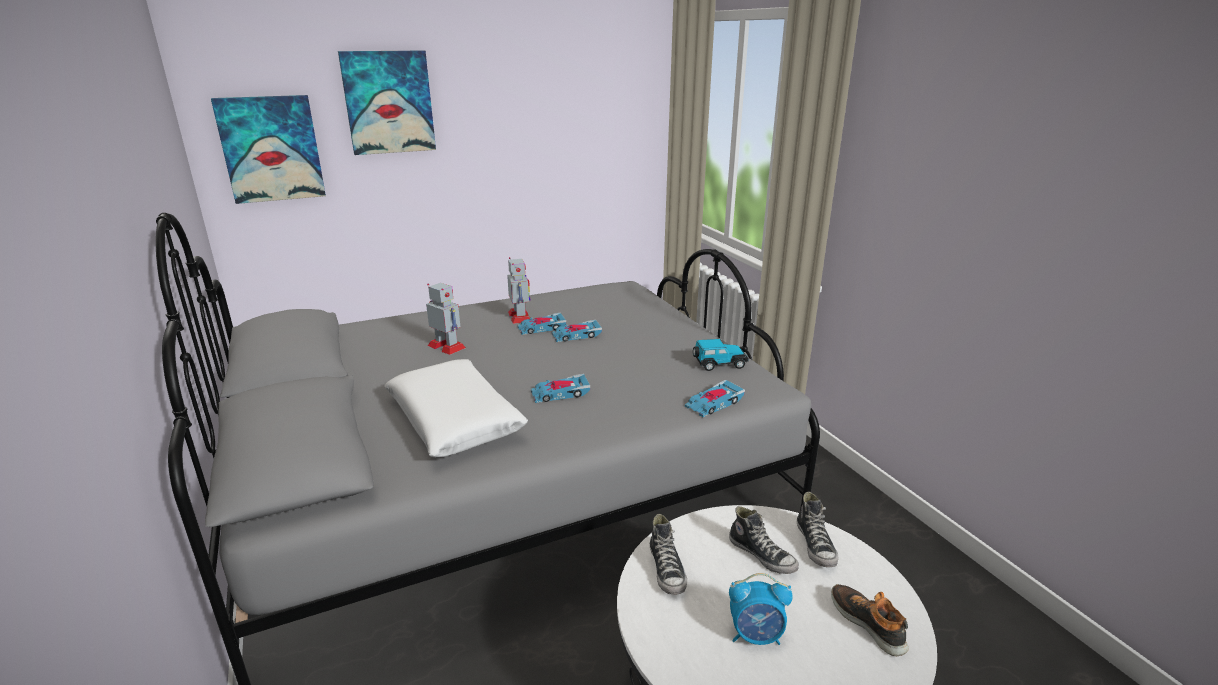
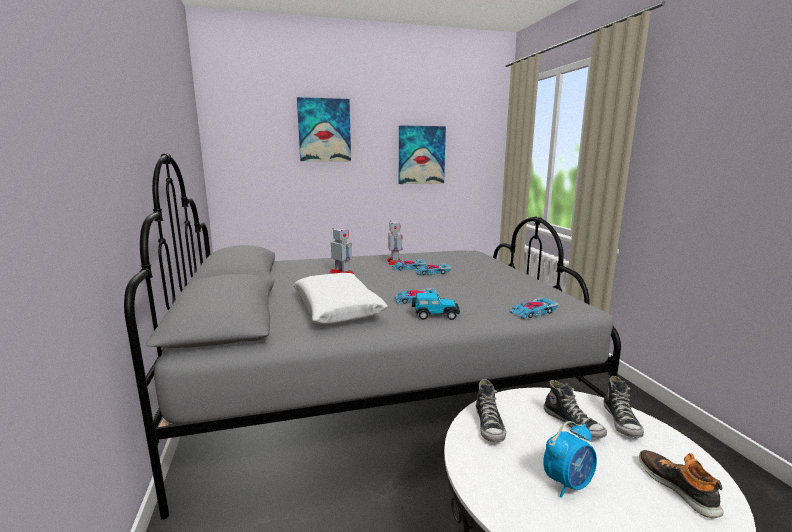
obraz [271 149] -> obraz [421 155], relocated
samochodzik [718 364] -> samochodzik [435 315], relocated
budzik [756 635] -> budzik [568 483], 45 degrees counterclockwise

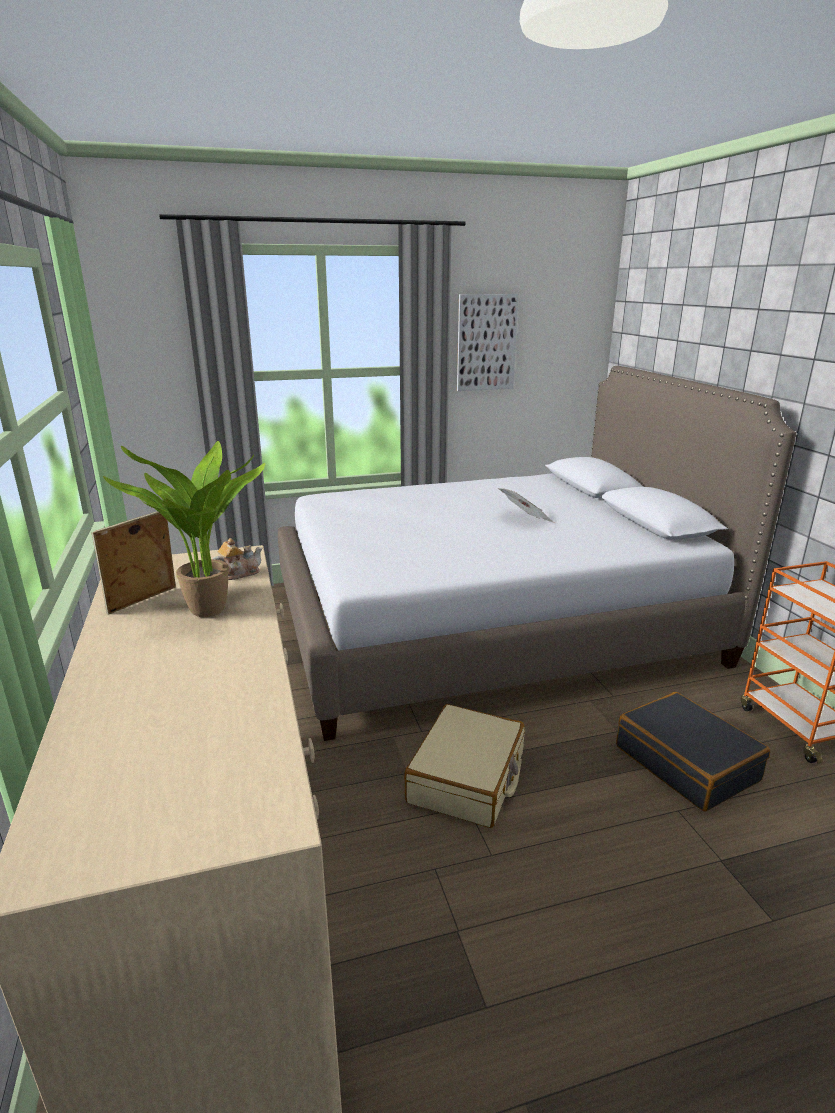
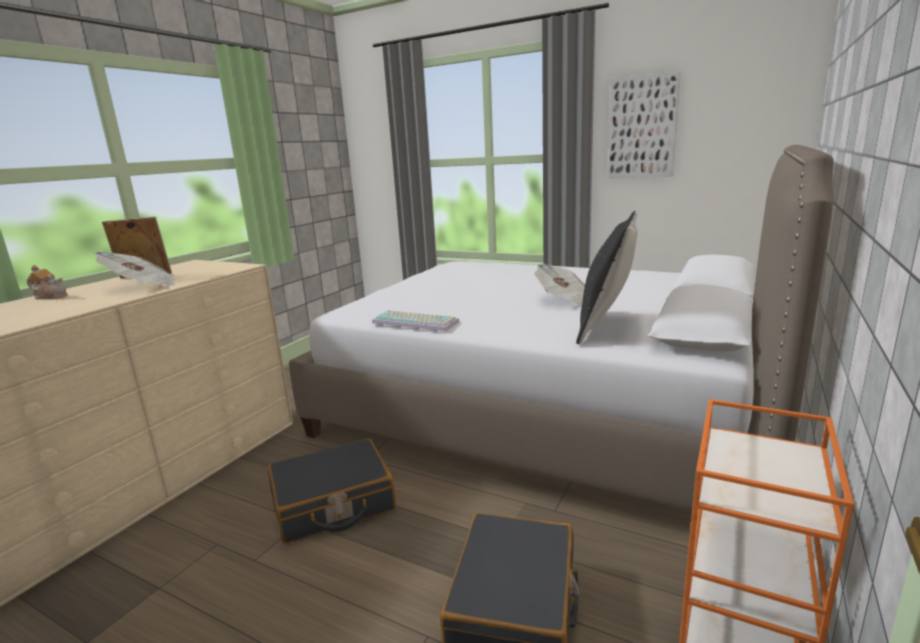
roślina doniczkowa [211 613] -> gazeta [142 286]
imbryk [239 573] -> imbryk [51 296], relocated
walizka (beżowy) [467 778] -> walizka (czarny) [333 504]
none -> poduszka (czarny) [606 326]
none -> klawiatura [417 322]

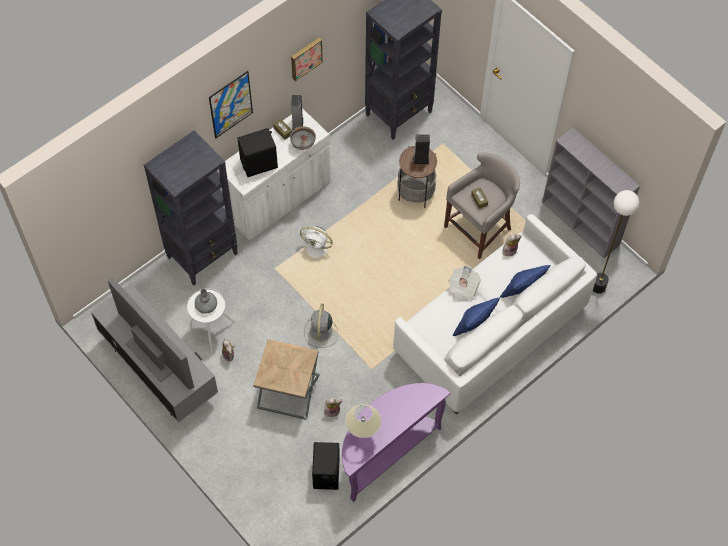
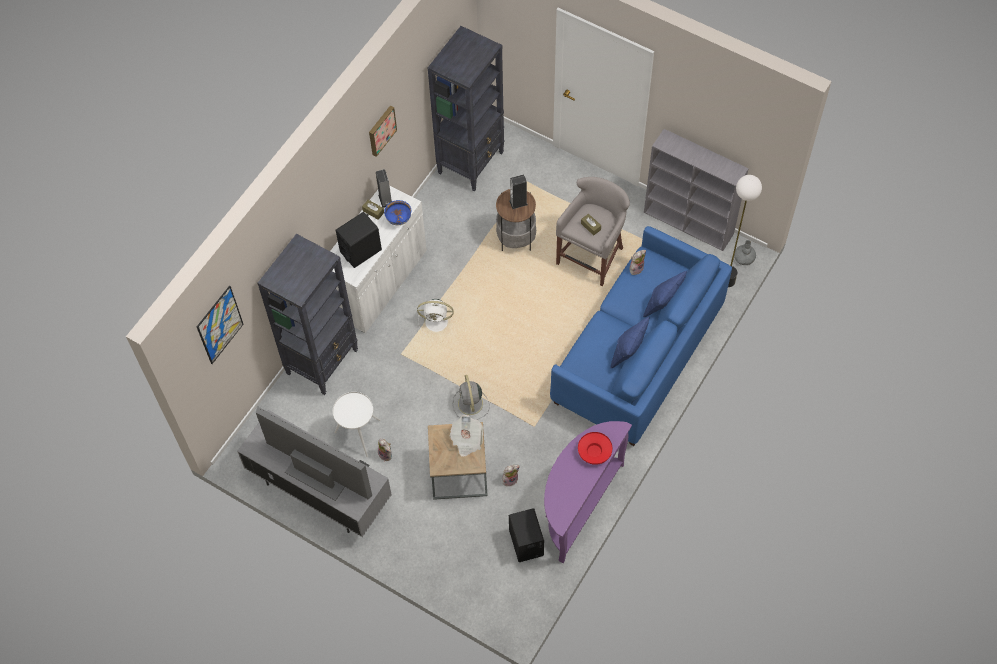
obraz [231 104] -> obraz [220 325], relocated
miska (szary) [303 145] -> miska (niebieski) [398 220]
kanapa (biały) [490 331] -> kanapa (niebieski) [638 355]
gazeta [463 289] -> gazeta [466 440], relocated
wazon (szary) [206 305] -> wazon (szary) [744 258], relocated
lampa stołowa (beżowy) [363 435] -> none
none -> miska (czerwony) [594 452]

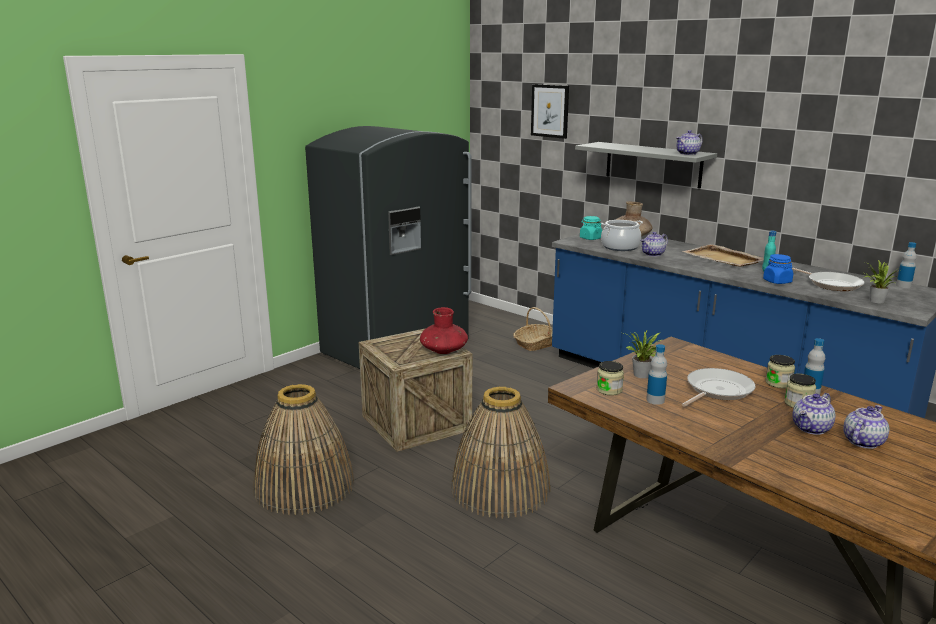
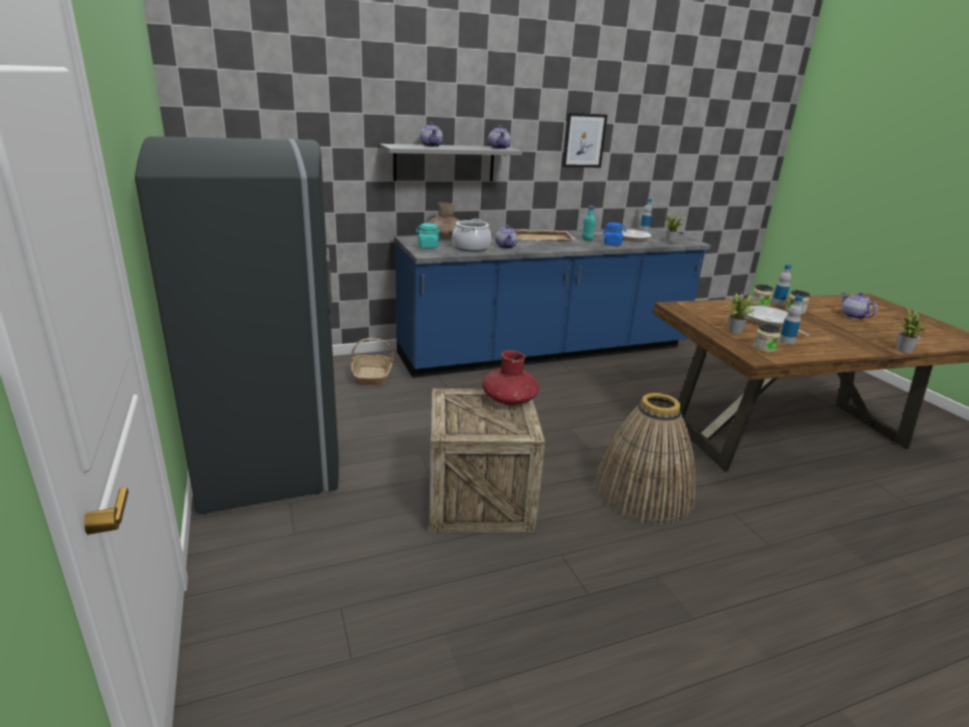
obraz [550 111] -> obraz [583 140], relocated
koszyk [304 486] -> none
imbryk [811 428] -> imbryk [431 146], relocated
none -> roślina doniczkowa [901 349]

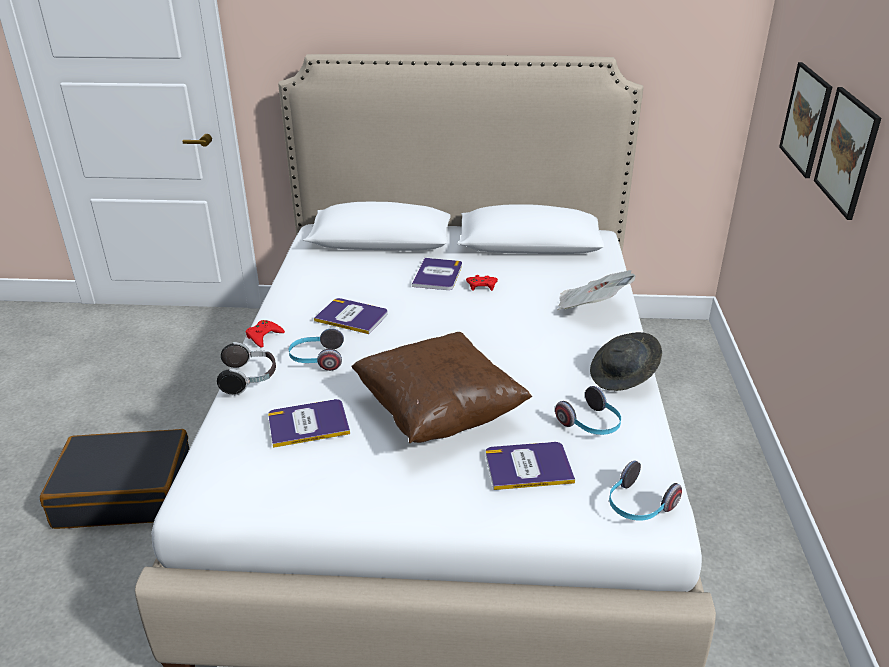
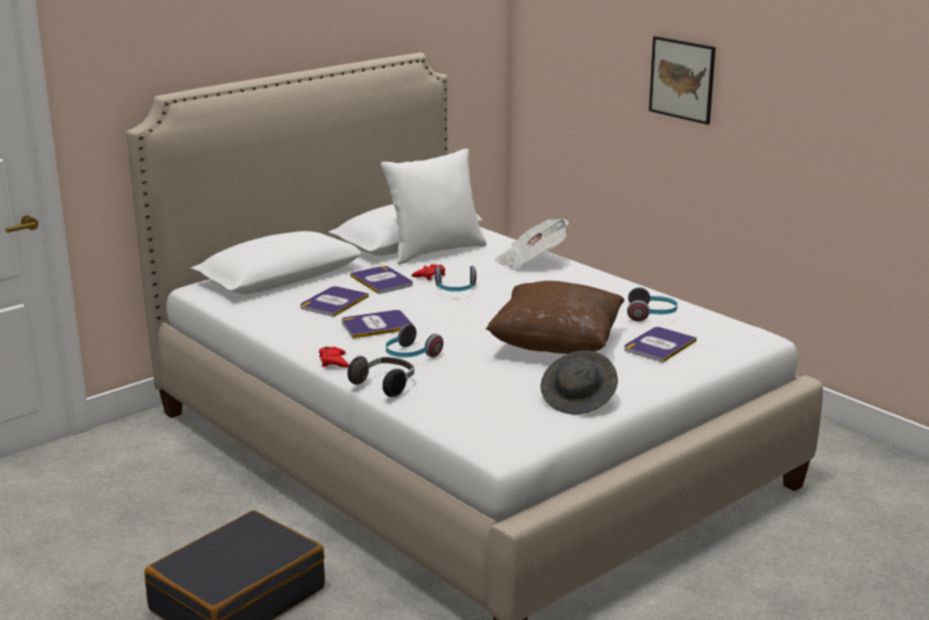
obraz [806 119] -> none
kapelusz (szary) [623 376] -> kapelusz (szary) [579 399], relocated
książka [308 424] -> książka [334 302], relocated
słuchawki [638 506] -> słuchawki [455 290], relocated
none -> poduszka (biały) [435 251]

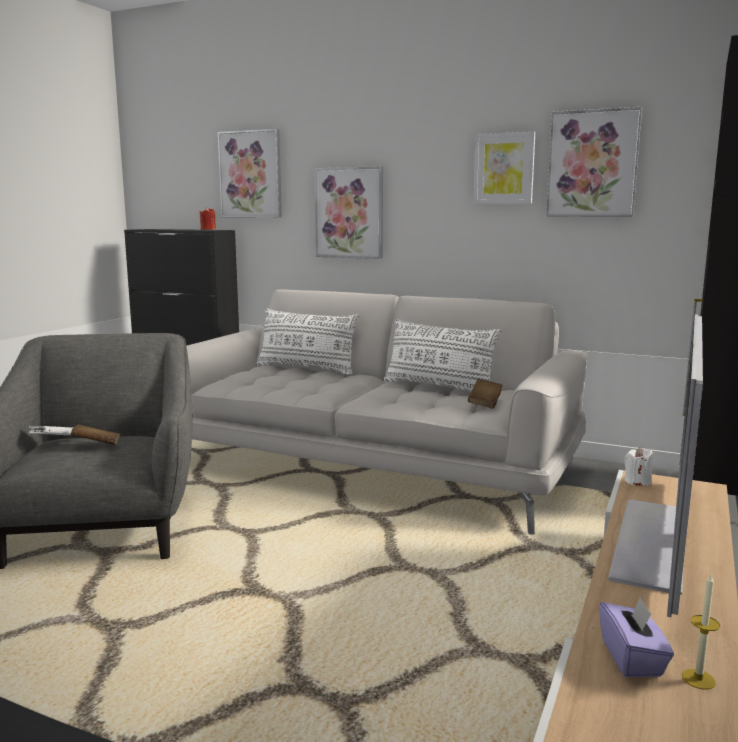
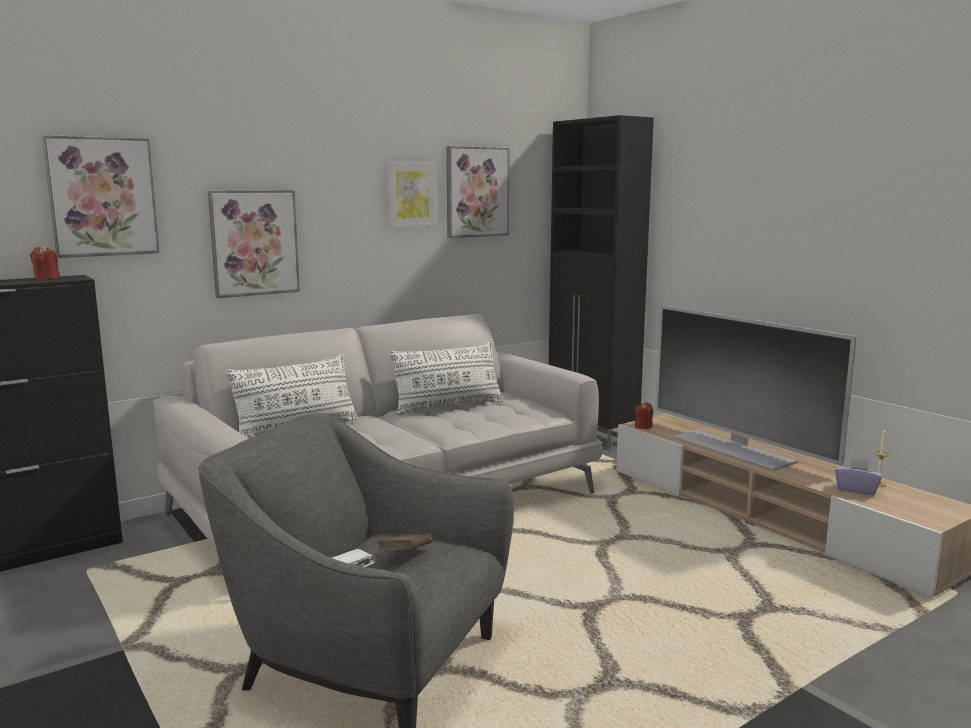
książka (brązowy) [485 403] -> none
świeca (biały) [637 481] -> świeca (czerwony) [643 427]

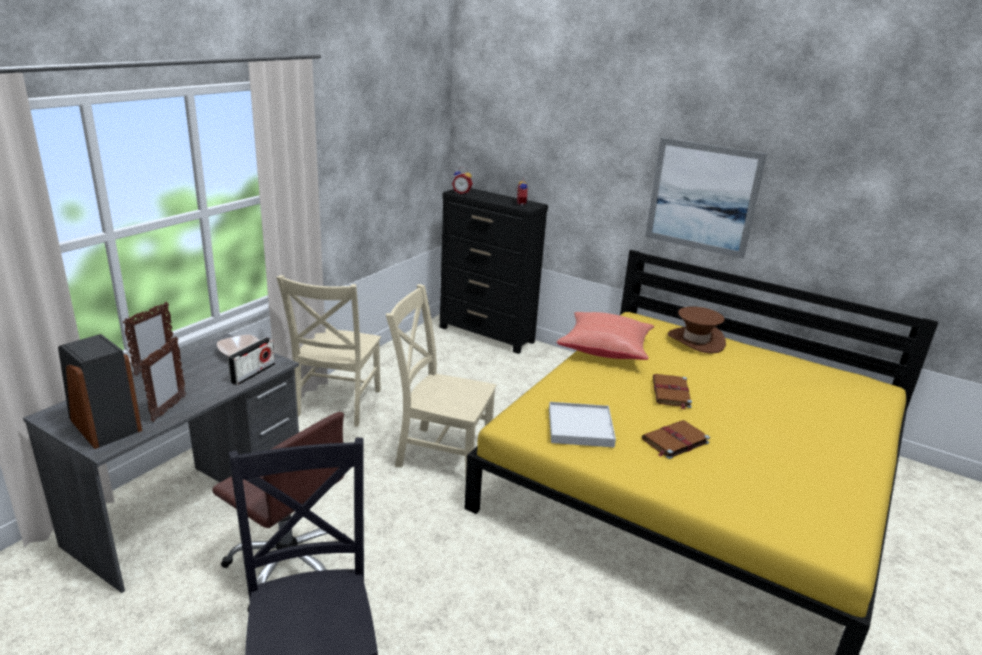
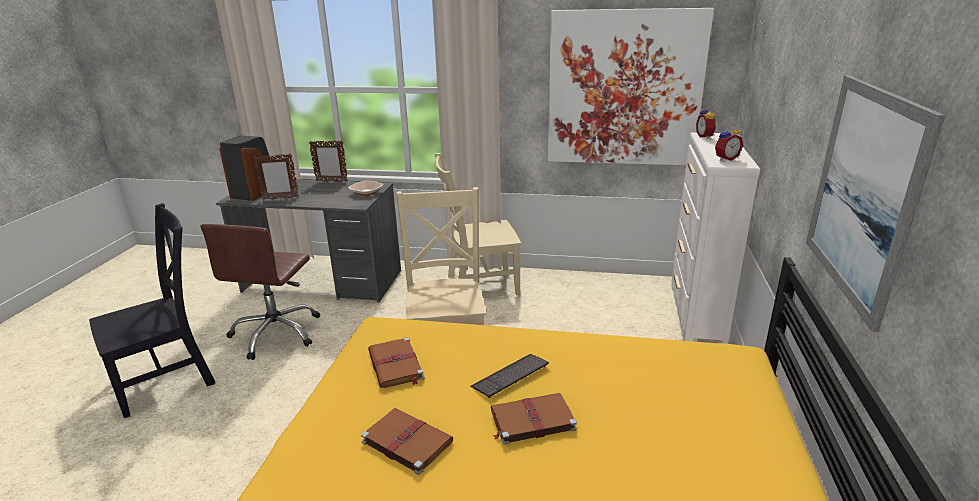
komoda (czarny) [487 335] -> komoda (biały) [696 315]
kapelusz (brązowy) [696 341] -> none
poduszka (czerwony) [605 350] -> none
radio [253 373] -> none
taca (biały) [580 427] -> książka (brązowy) [396 365]
none -> obraz [624 89]
none -> klawiatura [510 376]

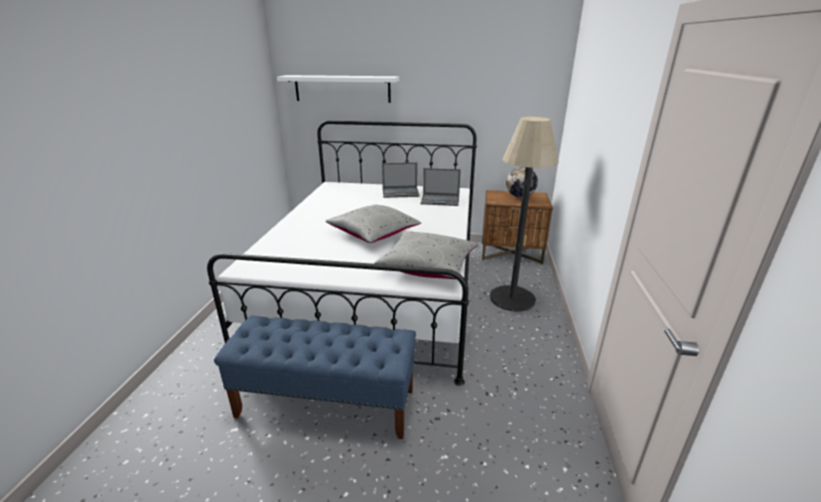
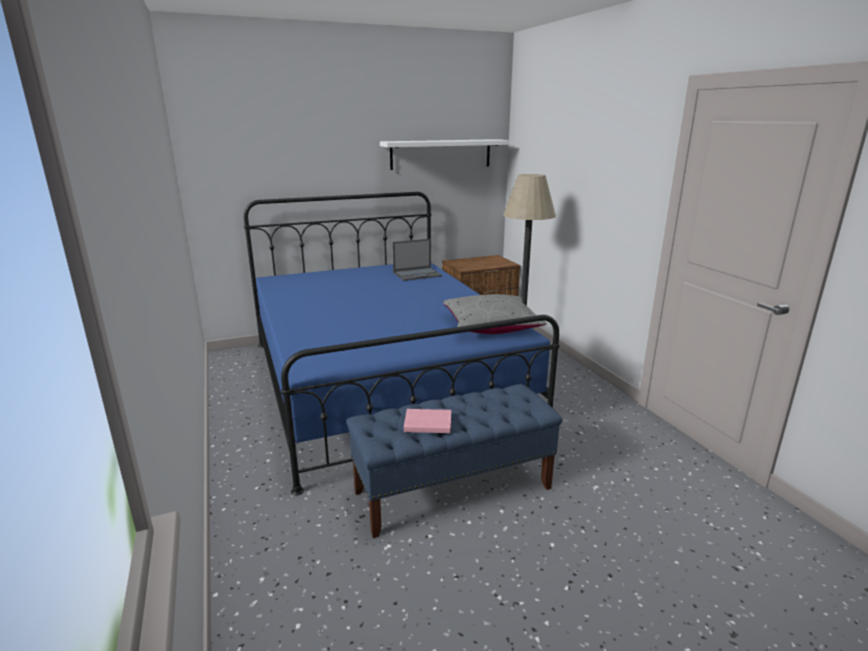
półka (biały) [342 88] -> półka (biały) [441 154], relocated
łóżko (biały) [375 287] -> łóżko (niebieski) [382 382]
laptop [401 192] -> none
globus [520 196] -> none
poduszka (szary) [373 233] -> none
none -> książka (różowy) [426 422]

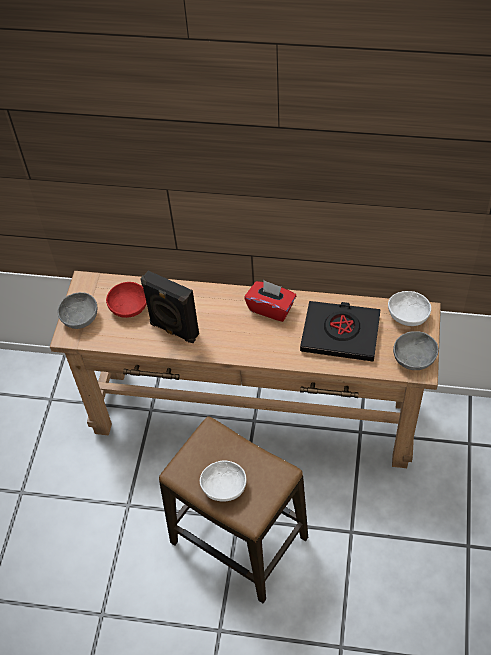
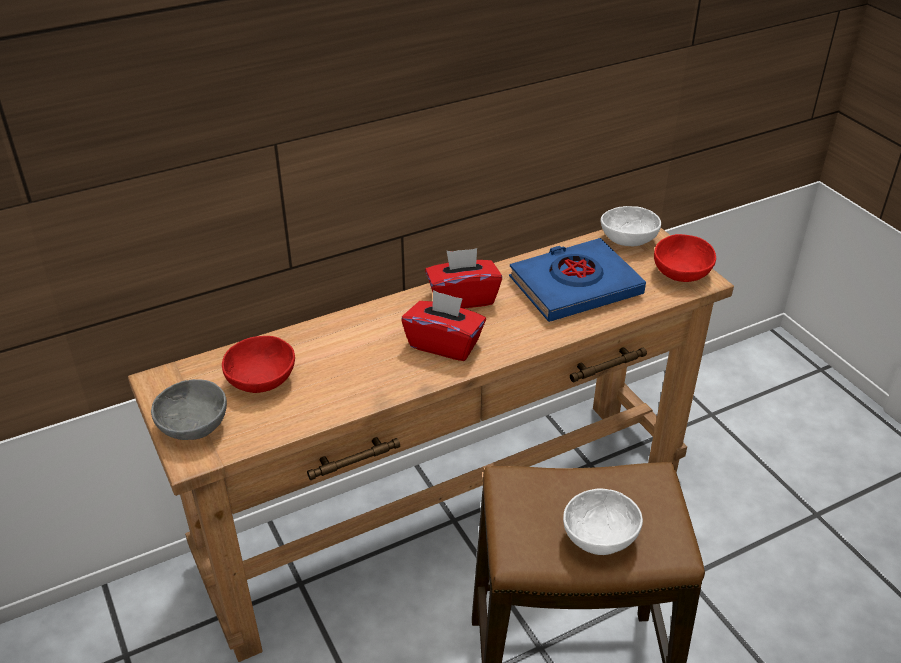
głośnik (czarny) [173 330] -> none
książka (czarny) [340 334] -> książka (niebieski) [575 287]
miska (szary) [414 359] -> miska (czerwony) [683 274]
none -> pudełko chusteczek (czerwony) [444 344]

